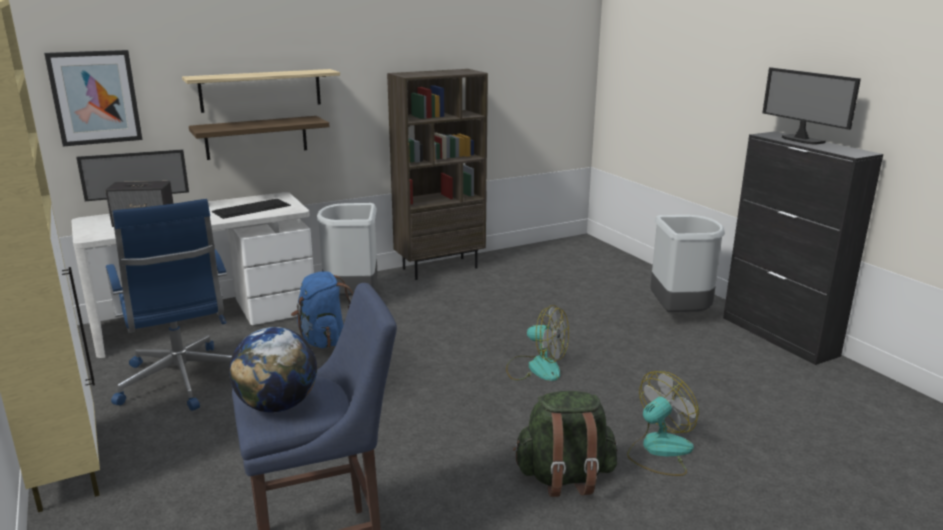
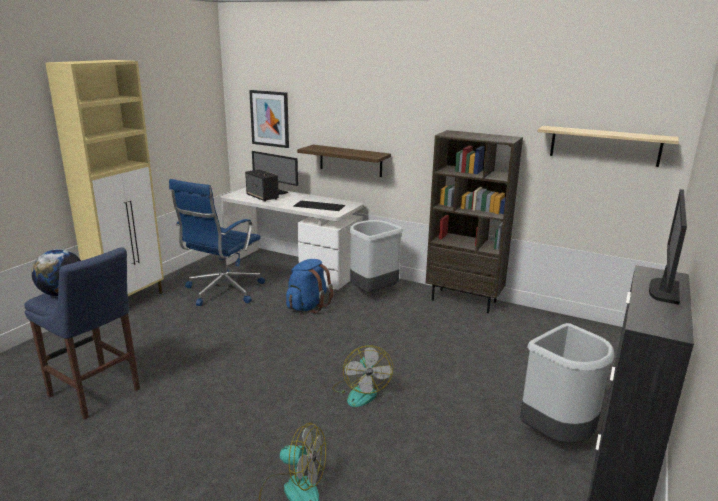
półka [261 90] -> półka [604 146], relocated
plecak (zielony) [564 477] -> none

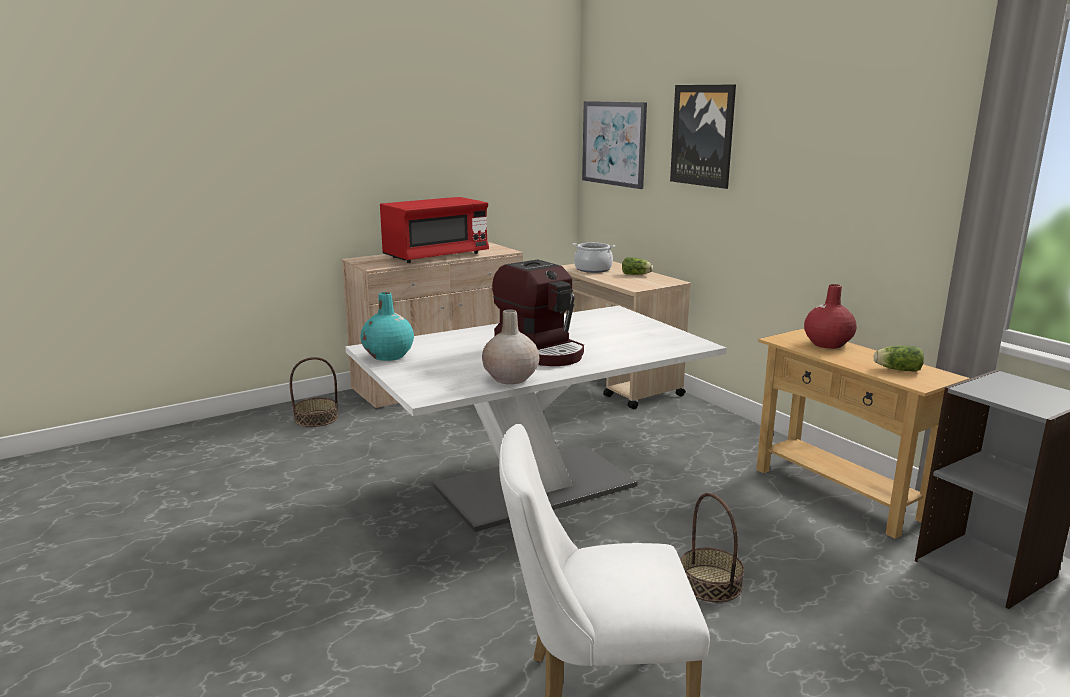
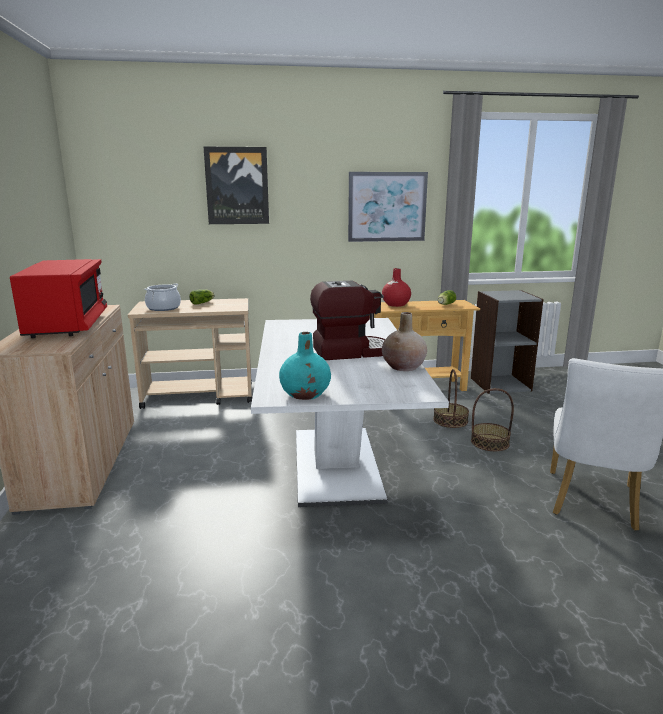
obraz [614 143] -> obraz [387 207], relocated
koszyk [316 418] -> koszyk [450 420], relocated

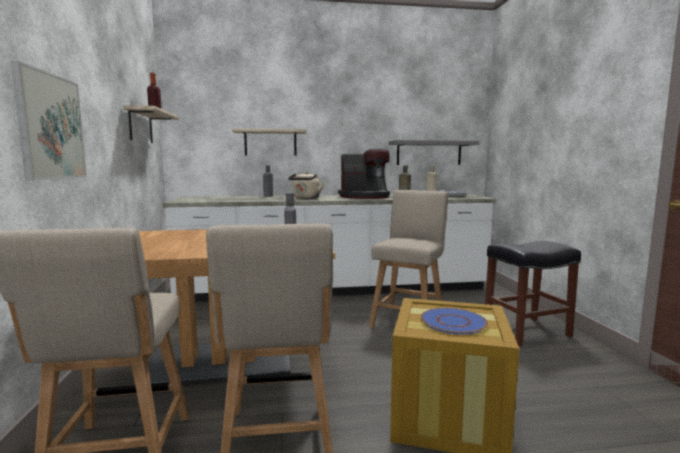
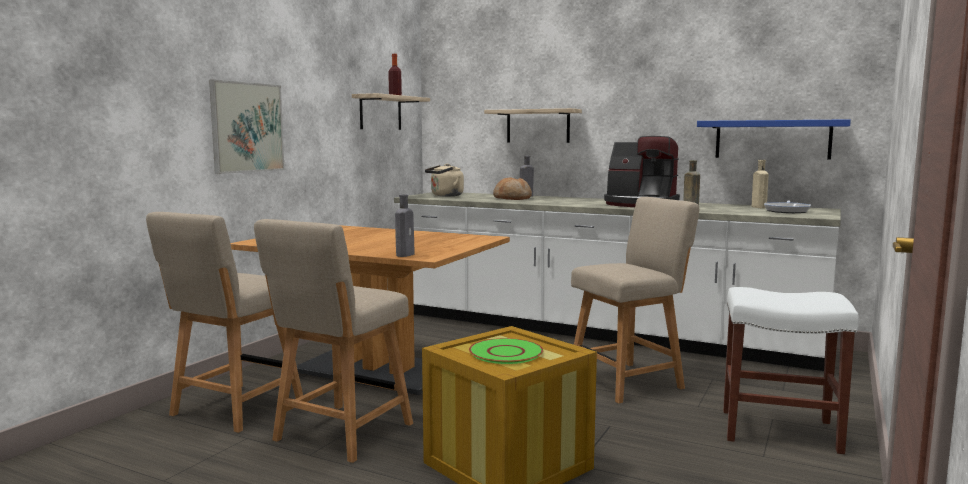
półka (szary) [429 153] -> półka (niebieski) [772 139]
czajnik (beżowy) [305 198] -> czajnik (beżowy) [445 195], relocated
stołek (czarny) [527 331] -> stołek (biały) [781 430]
talerz (niebieski) [453 322] -> talerz (zielony) [506 352]
none -> chleb [512 198]

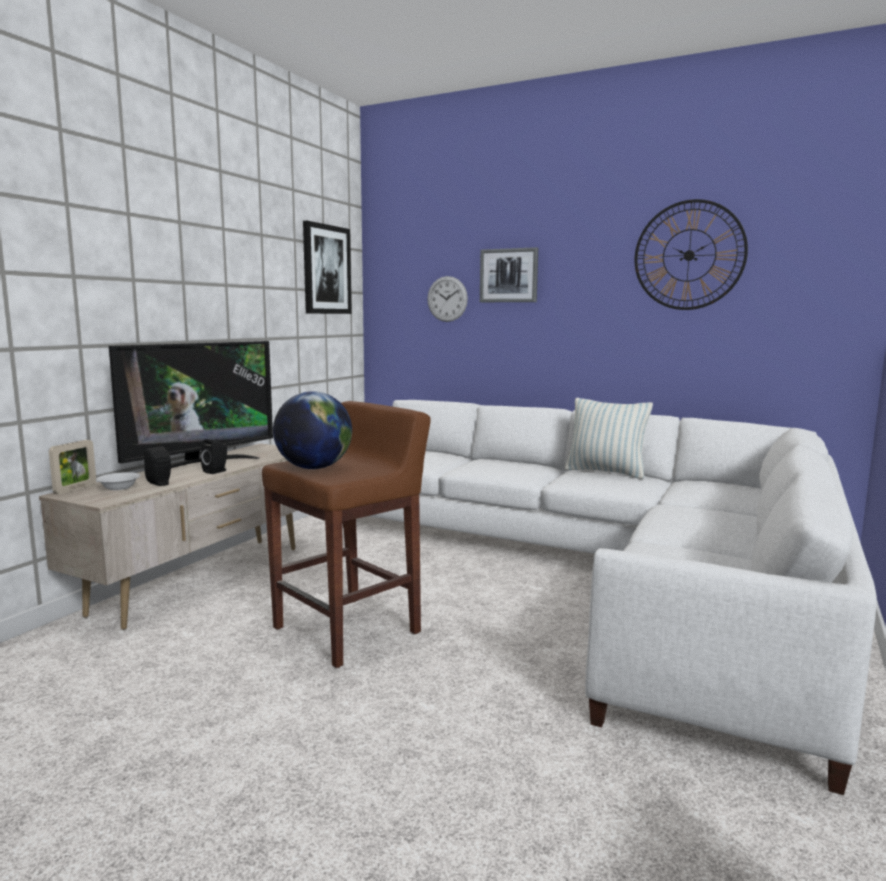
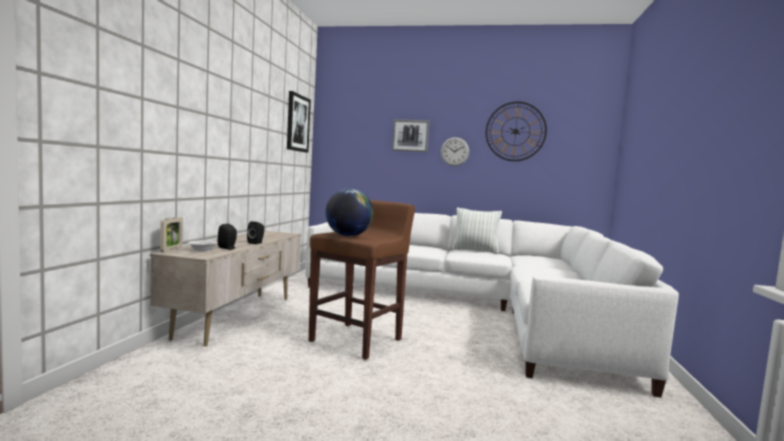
zegar ścienny [447 299] -> zegar ścienny [454 151], relocated
telewizor [199 464] -> none

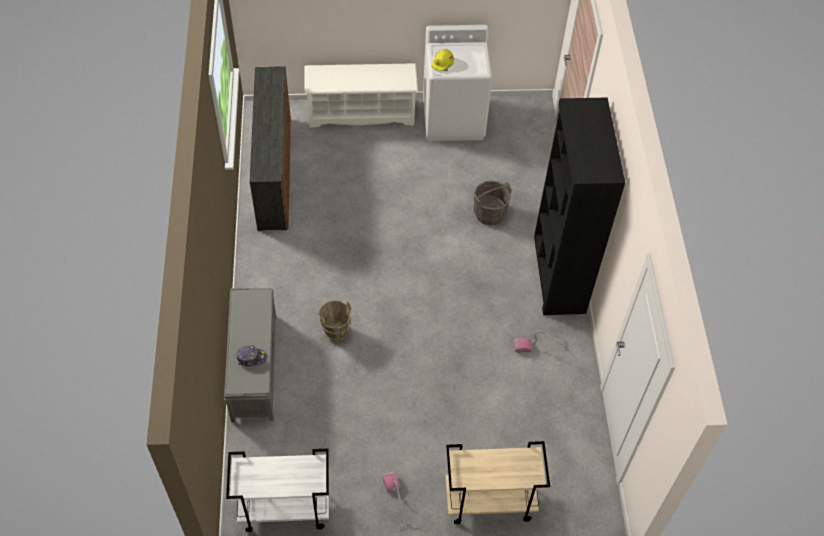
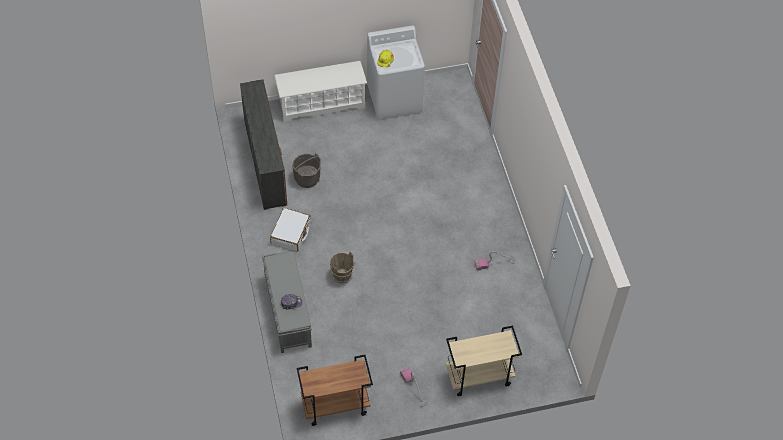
regał (czarny) [558 274] -> none
wiadro (szary) [489 213] -> wiadro (szary) [307 178], relocated
wózek (biały) [284 509] -> wózek (brązowy) [335 406]
none -> walizka (biały) [291 233]

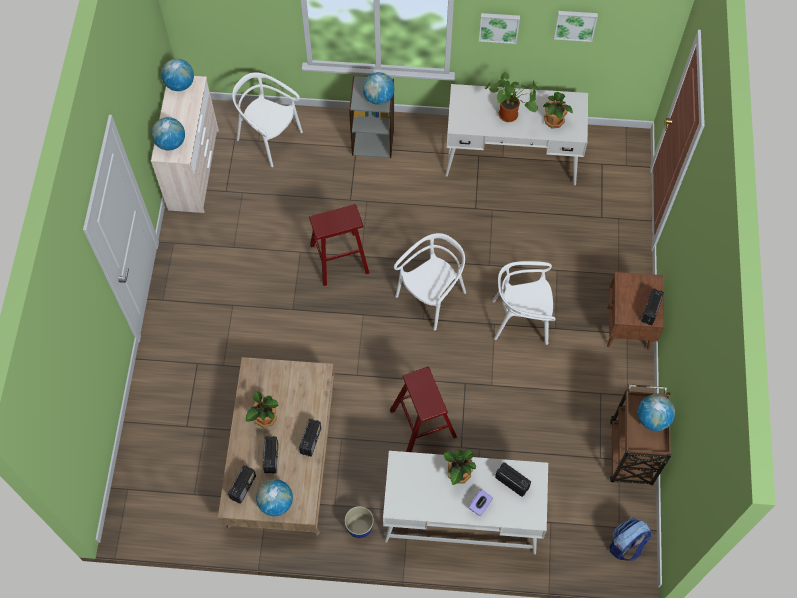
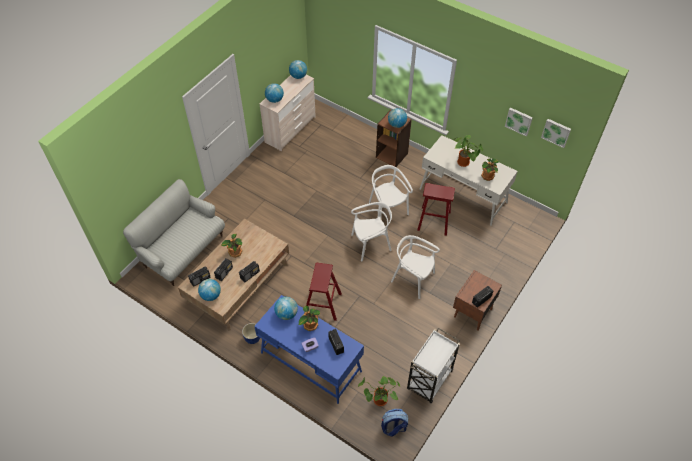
obraz [499 26] -> obraz [556 132], relocated
krzesło (biały) [269 138] -> krzesło (biały) [387 209], relocated
regał (szary) [373 140] -> regał (brązowy) [392 155]
stołek (czerwony) [339 258] -> stołek (czerwony) [434 221], relocated
wózek (brązowy) [631 454] -> wózek (biały) [429 381]
globus [652 418] -> globus [286 314], relocated
biurko (biały) [461 515] -> biurko (niebieski) [311 361]
none -> kanapa [182 250]
none -> roślina doniczkowa [379 401]

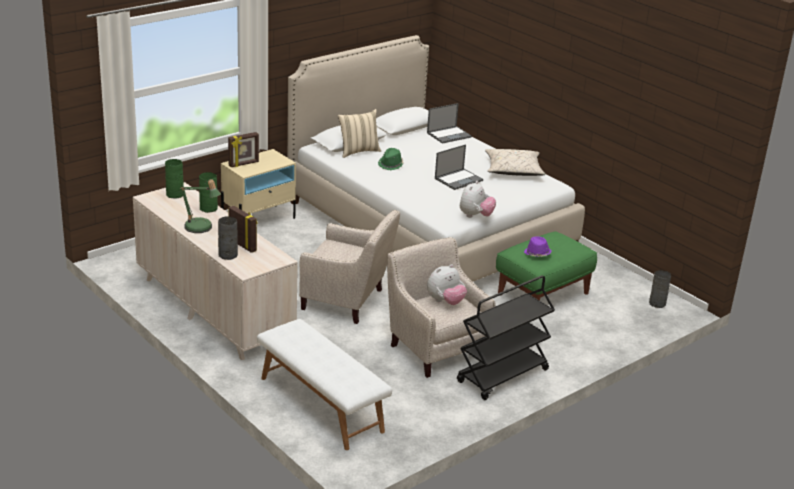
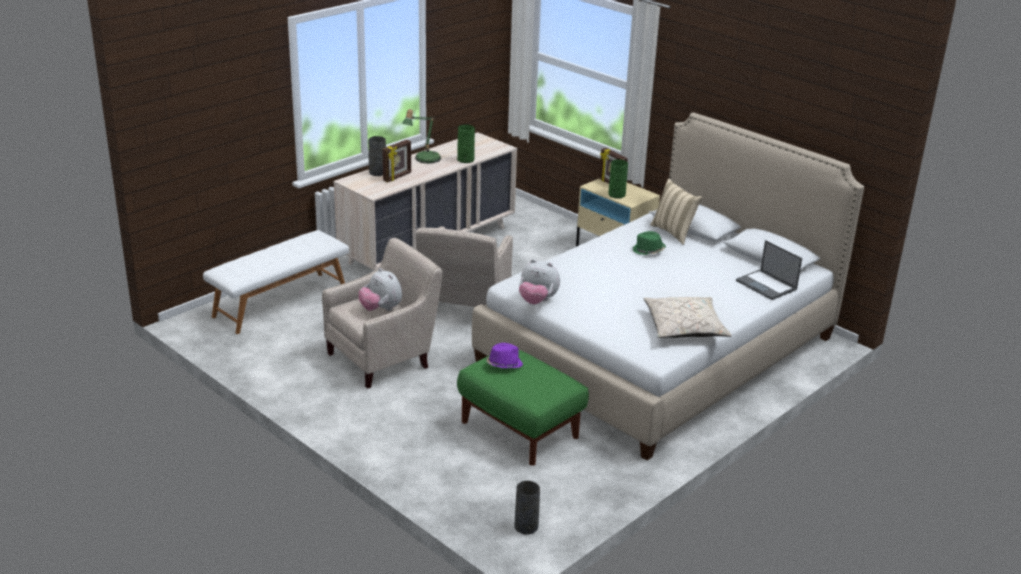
laptop [459 179] -> none
wazon (zielony) [175 195] -> wazon (zielony) [616 195], relocated
wózek (czarny) [502 376] -> none

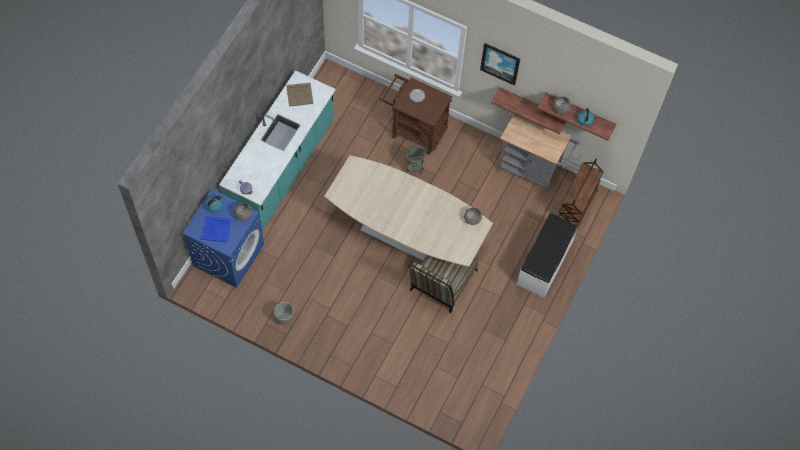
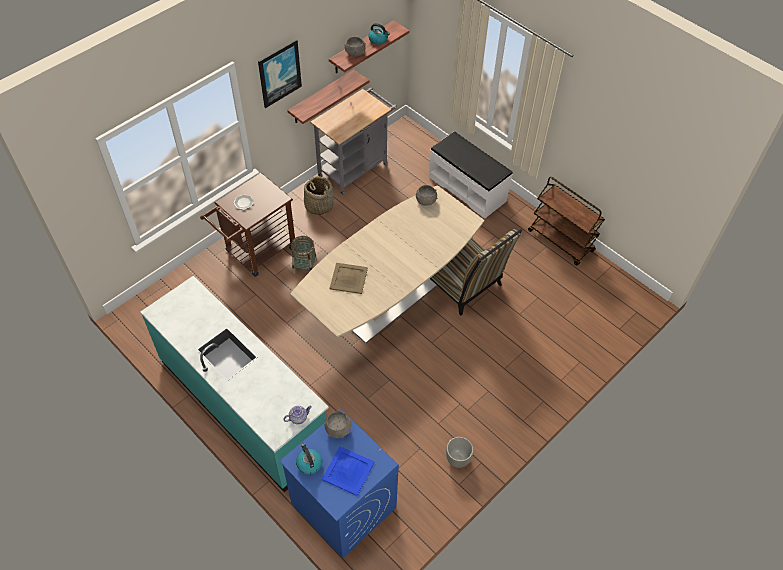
taca (beżowy) [300 94] -> taca (beżowy) [348 278], relocated
wózek (brązowy) [576 207] -> wózek (brązowy) [561 241], relocated
none -> koszyk [319 205]

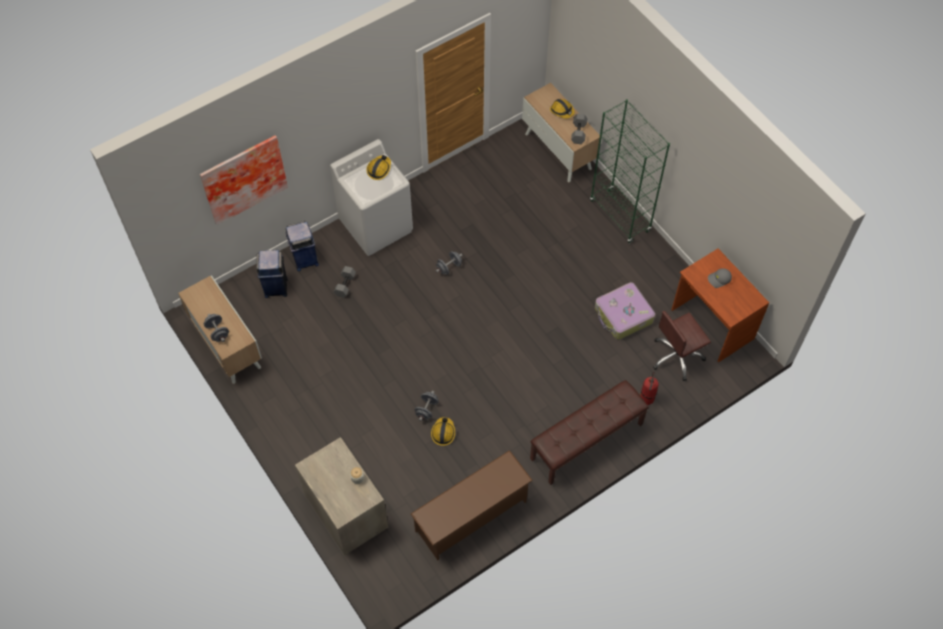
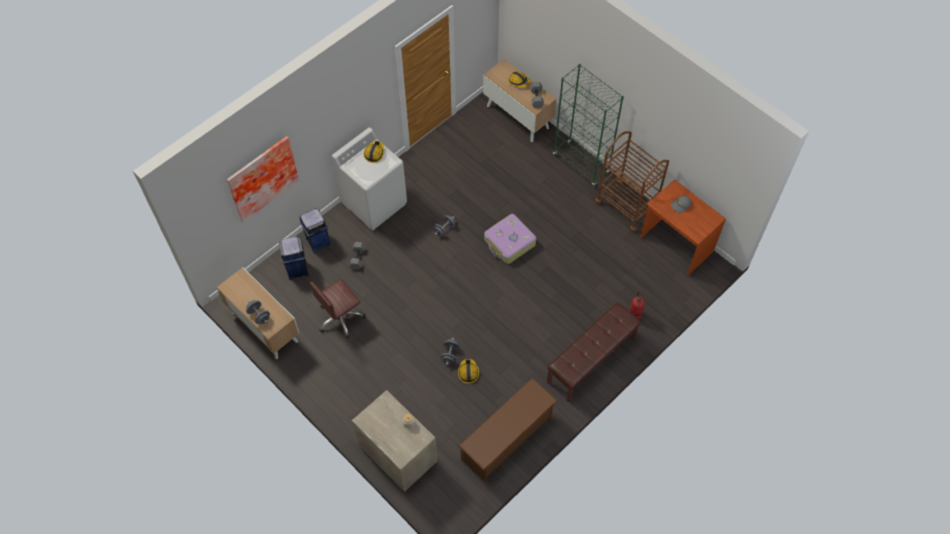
walizka [623 316] -> walizka [509 243], relocated
krzesło biurowe (brązowy) [677 357] -> krzesło biurowe (brązowy) [340 318], relocated
none -> wózek (brązowy) [626 206]

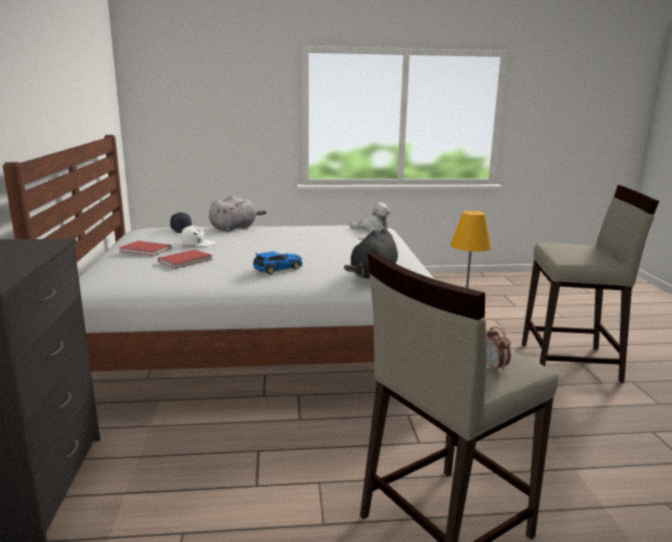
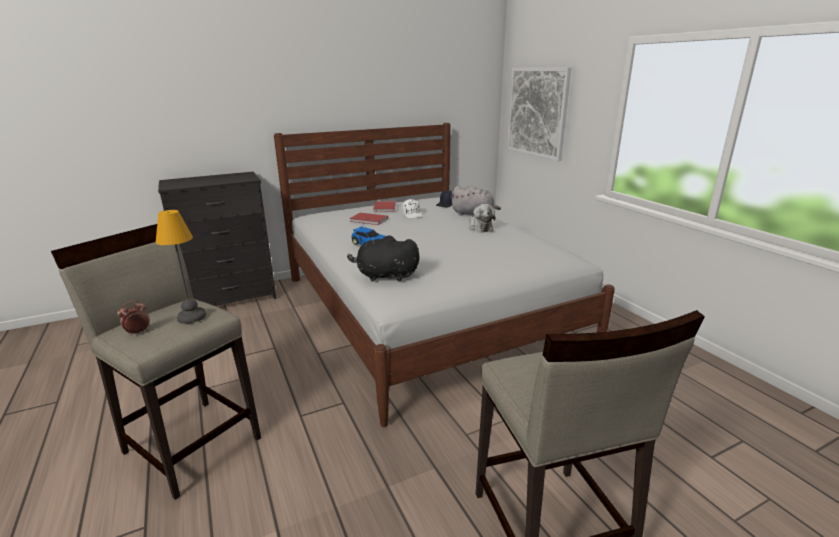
pluszak [372 228] -> pluszak [479 227], relocated
none -> obraz [537 112]

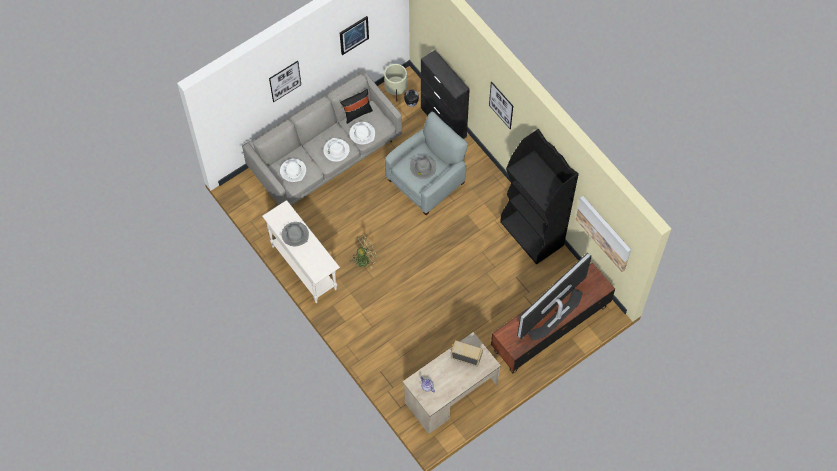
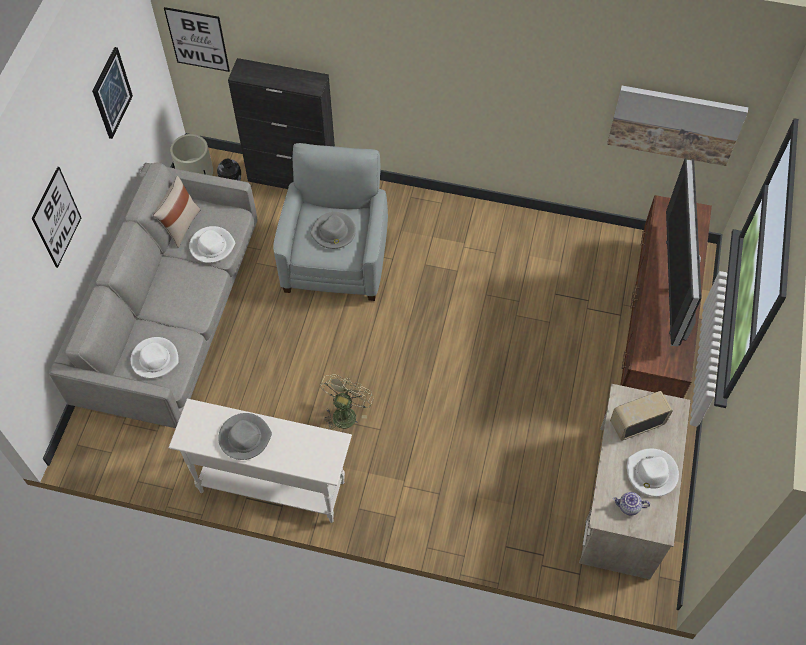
obraz [501 105] -> obraz [197 39], relocated
poduszka (czarny) [357 113] -> poduszka (beżowy) [181 226]
regał (czarny) [532 234] -> none
kapelusz (biały) [336 151] -> kapelusz (biały) [651 474], relocated

